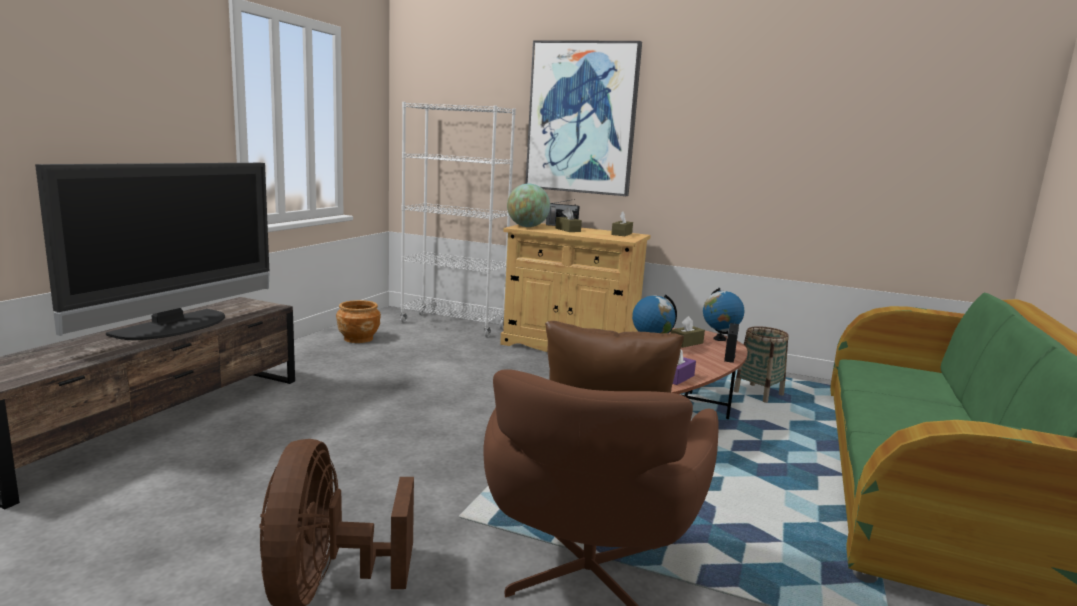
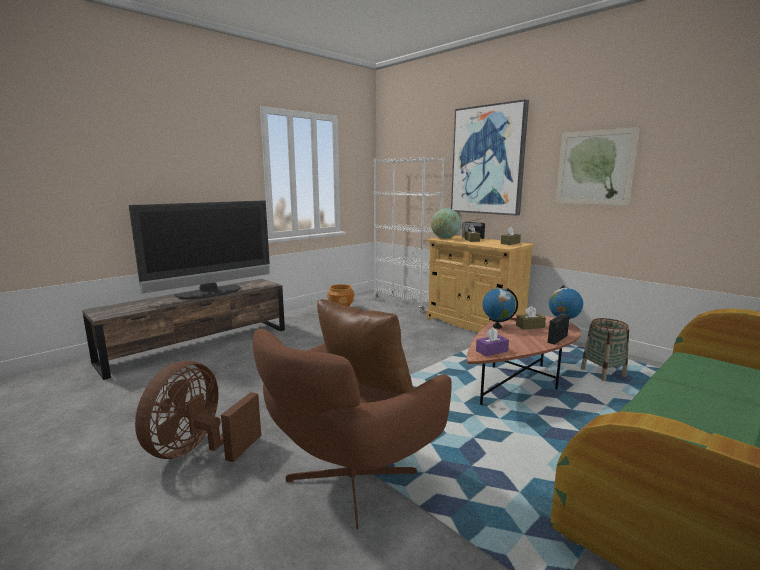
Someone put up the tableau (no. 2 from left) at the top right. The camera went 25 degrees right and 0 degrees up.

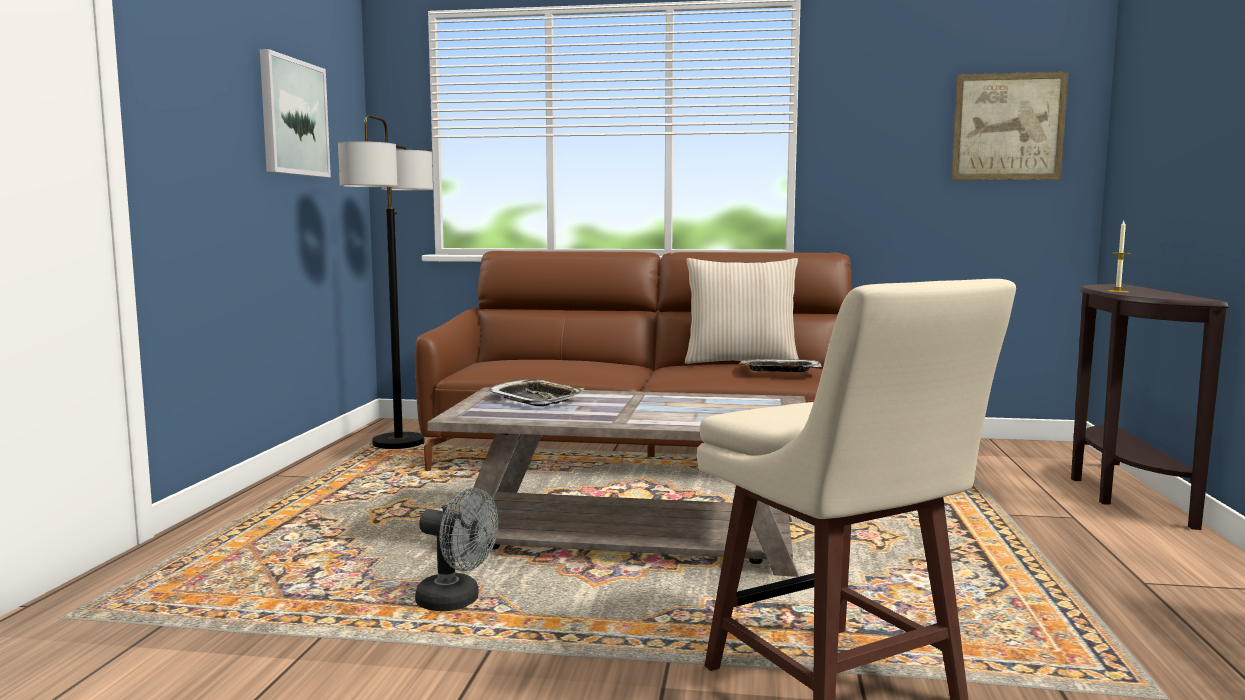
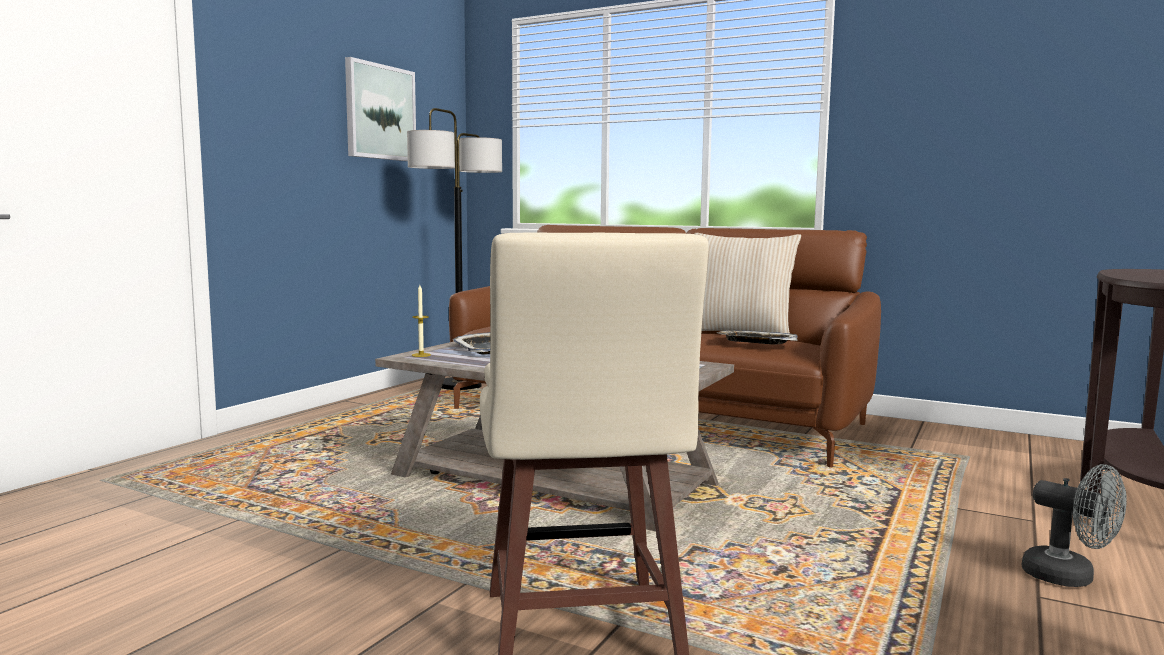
Someone carried the ventilateur [gris] from the bottom centre to the bottom right. Someone took away the tableau (no. 2 from left) at the top right. Someone carried the bougie from the middle right to the centre. The camera went 20 degrees right and 0 degrees up.

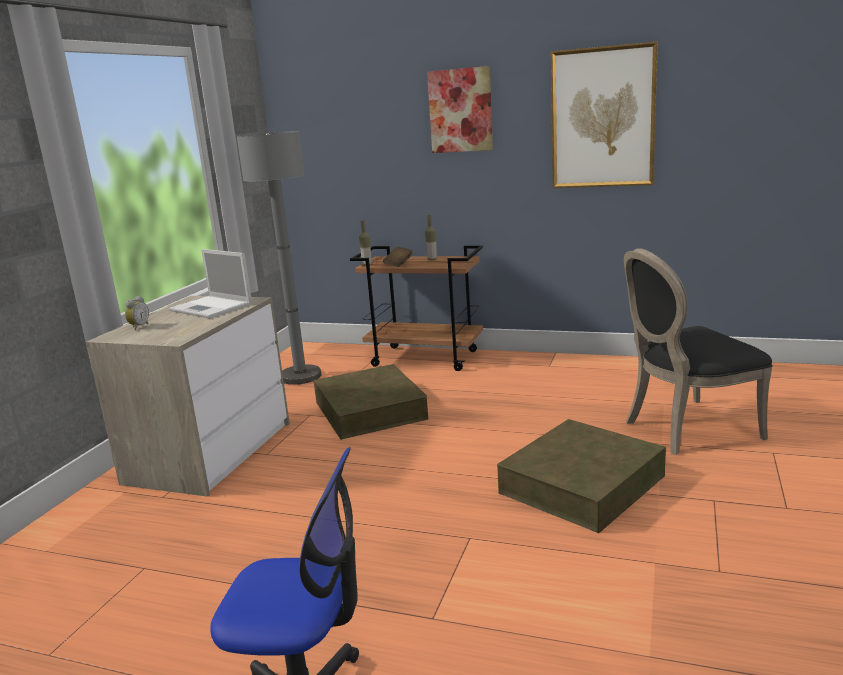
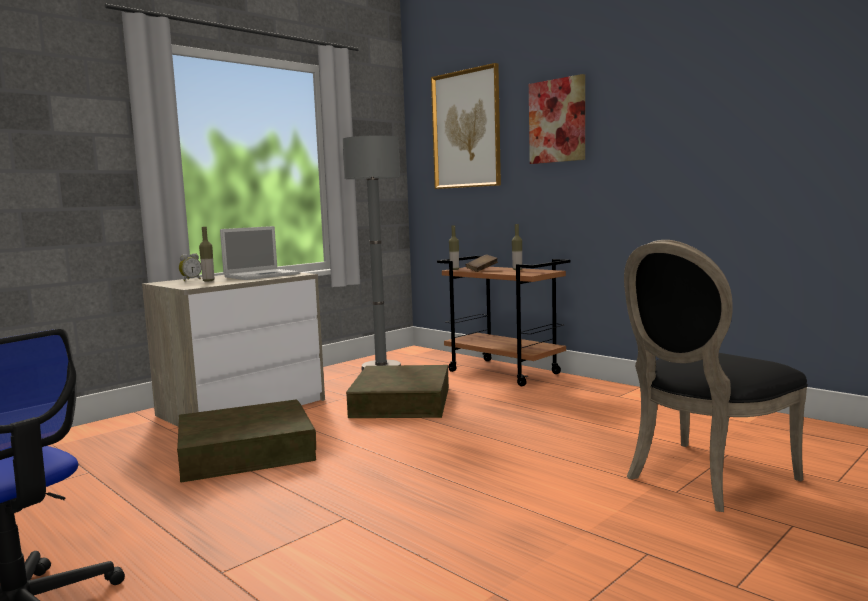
Someone rotated the ordinateur portable at the middle left by 105 degrees counterclockwise. Someone carried the boîte de rangement [marron] (no. 2 from left in the first image) from the bottom right to the bottom left. Someone carried the tableau (no. 2 from left in the first image) from the top right to the top centre. Someone rotated the chaise [noir] at the middle right by 45 degrees counterclockwise. Someone put down the bouteille (no. 1 from left) at the middle left. The camera went 25 degrees right and 10 degrees down.

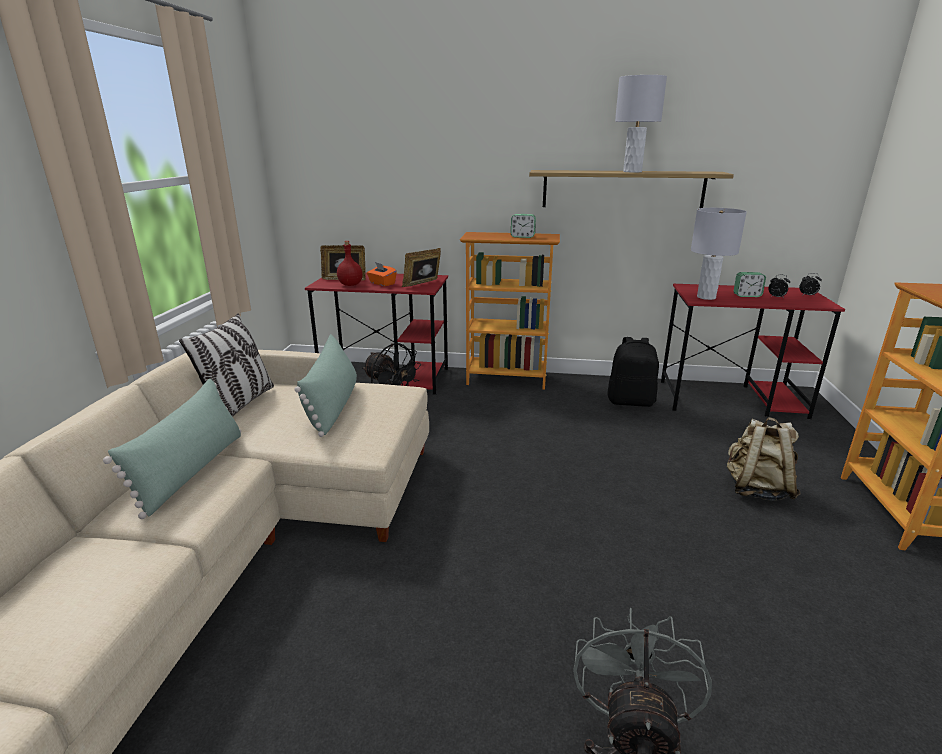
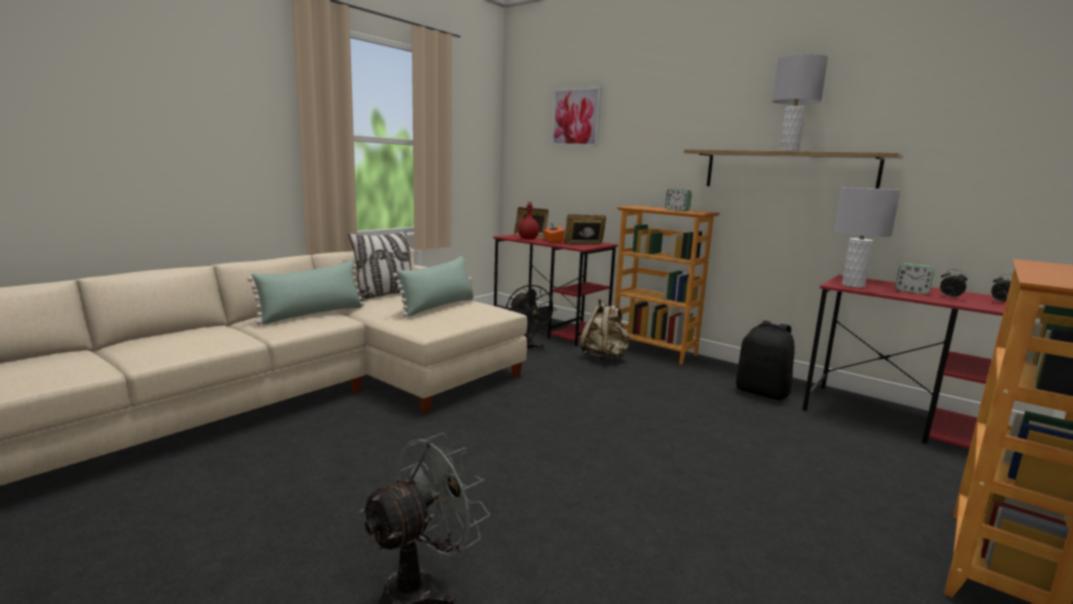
Someone carried the sac à dos [beige] from the middle right to the centre. Someone put up the tableau at the top centre. The camera went 30 degrees right and 10 degrees down.

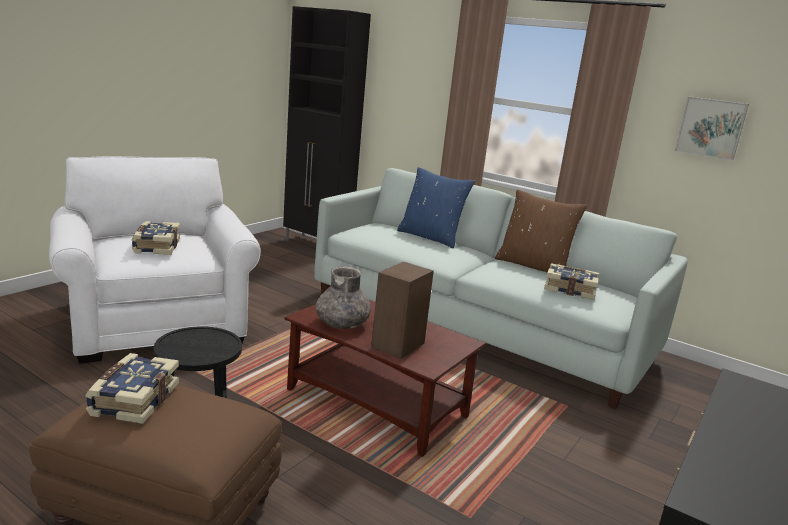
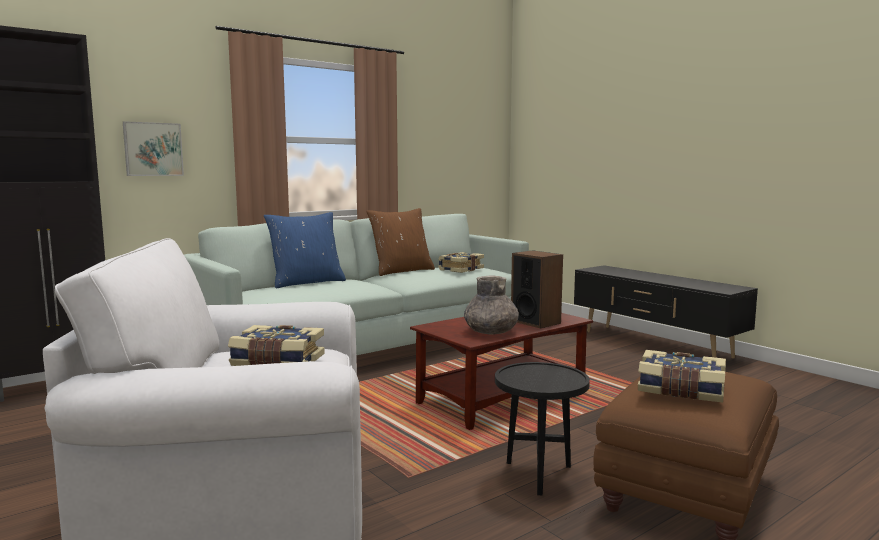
Someone carried the tableau from the top right to the top left. The camera went 70 degrees left and 10 degrees down.

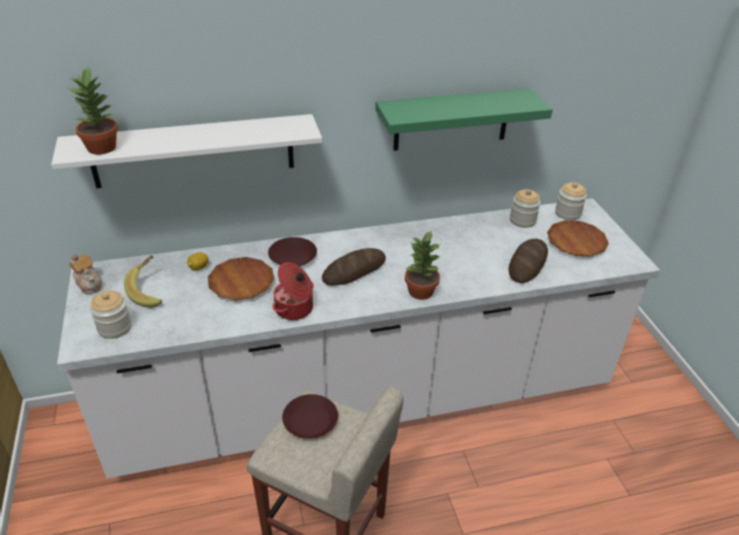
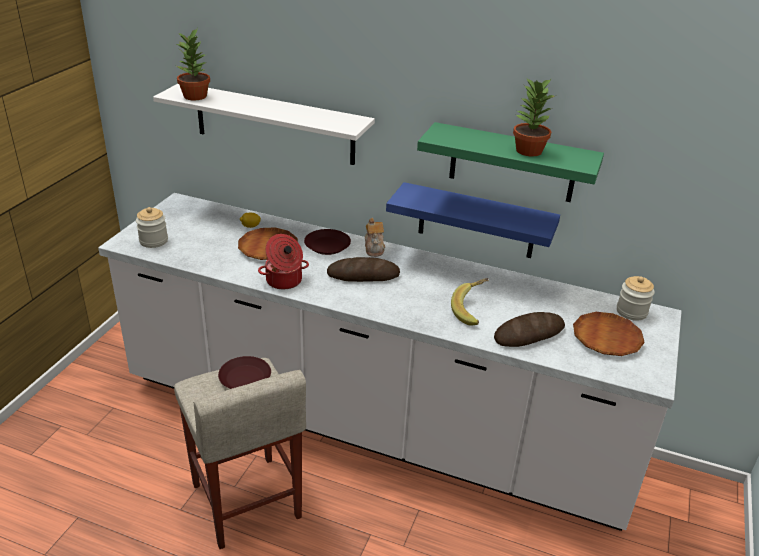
Someone carried the théière from the middle left to the centre. Someone carried the banane from the middle left to the centre. Someone carried the plante en pot (no. 2 from left) from the centre to the top right. Someone took away the bocal (no. 2 from left) at the middle right. Someone put up the étagère [bleu] at the centre. The camera went 35 degrees right and 5 degrees down.

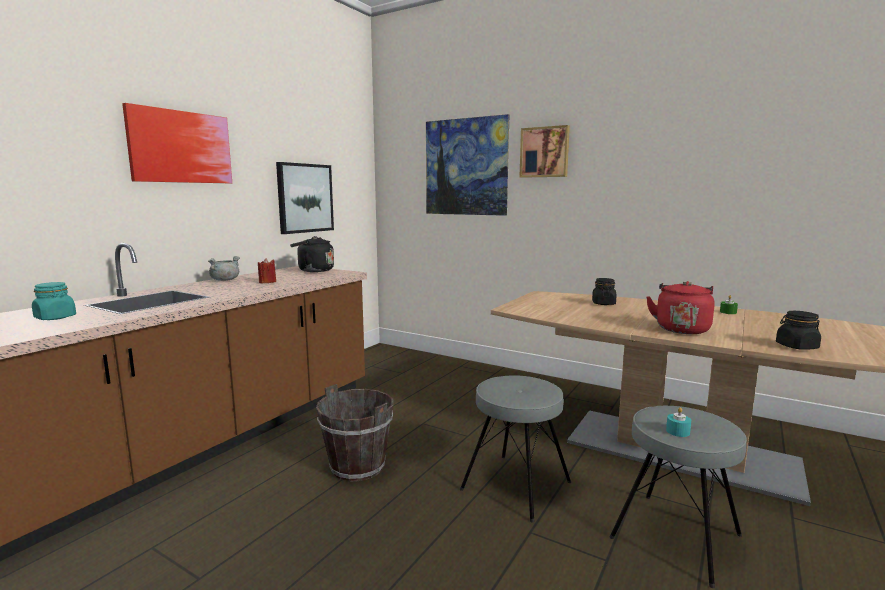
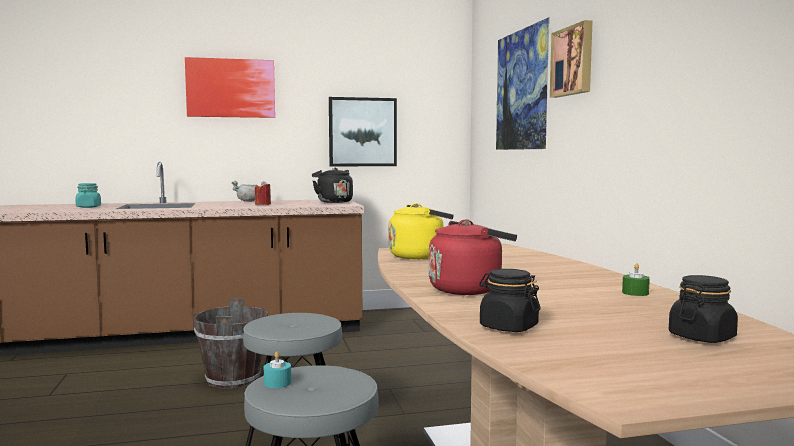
Someone carried the bocal [noir] (no. 1 from left in the first image) from the middle right to the bottom right. Someone put down the bouilloire [jaune] at the centre. The camera went 45 degrees right and 5 degrees down.

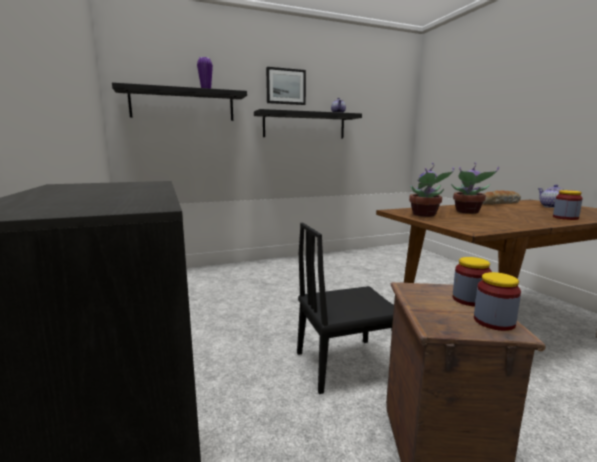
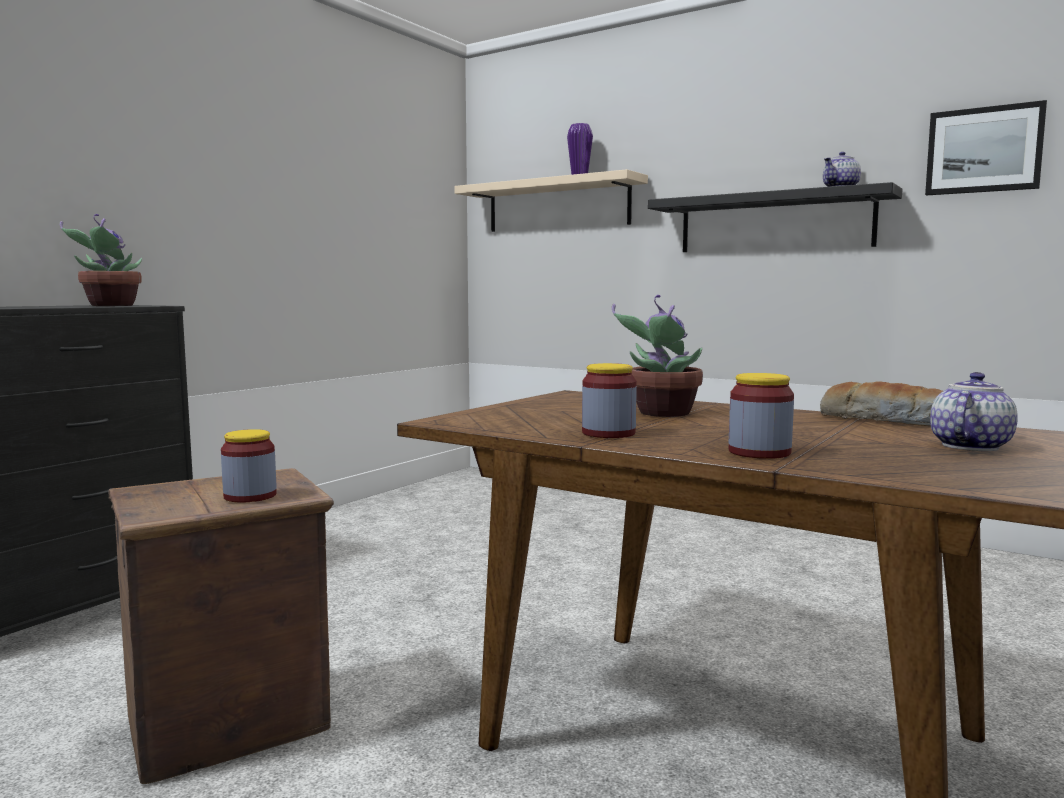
Someone repainted the étagère [noir] (no. 1 from left) at the top left, which became the étagère [beige] at the top centre. Someone carried the tableau from the top centre to the top right. Someone took away the chaise [noir] at the bottom centre. Someone carried the plante en pot (no. 1 from left) from the middle right to the top left. Someone carried the bocal (no. 2 from left) from the middle right to the centre. The camera went 55 degrees right and 5 degrees down.

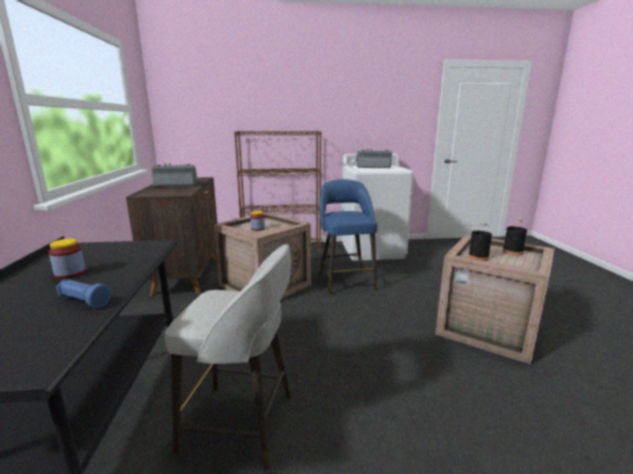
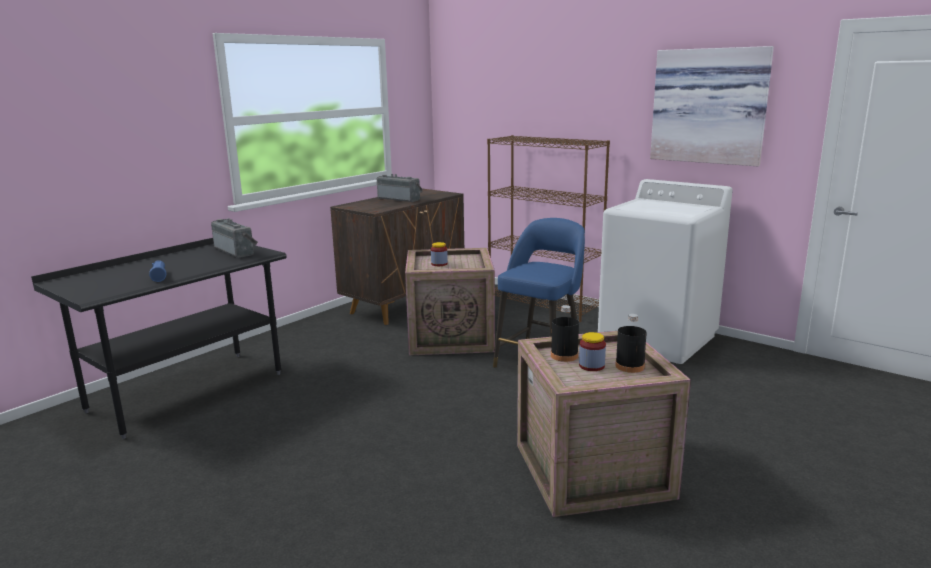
Someone carried the bocal (no. 1 from left in the first image) from the middle left to the centre. Someone took away the tabouret [gris] at the bottom centre. Someone carried the radio (no. 2 from left in the first image) from the centre to the middle left. Someone put up the tableau at the top right. The camera went 45 degrees right and 0 degrees up.

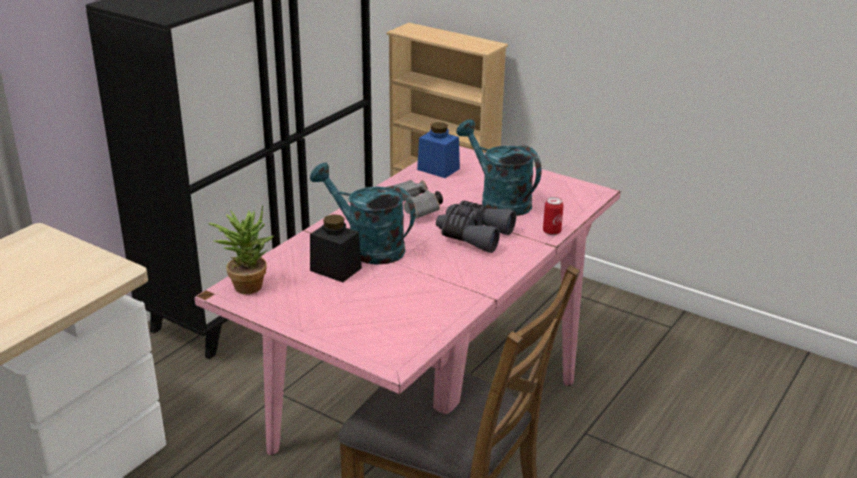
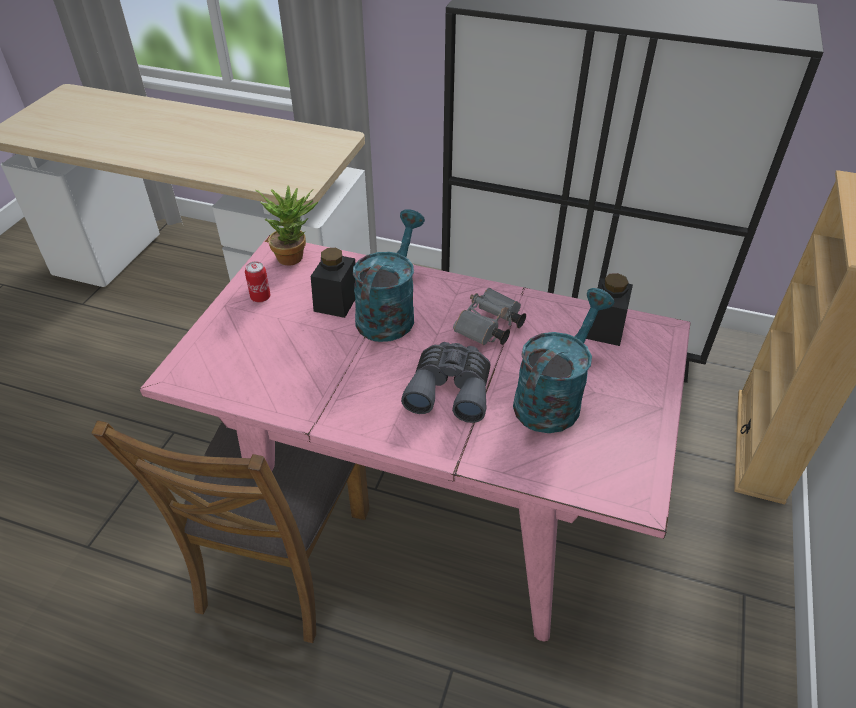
Someone repainted the bocal [bleu] at the top centre, which became the bocal [noir] (no. 2 from left) at the middle right. Someone carried the boîte métallique from the centre to the middle left. The camera went 75 degrees right and 15 degrees up.

